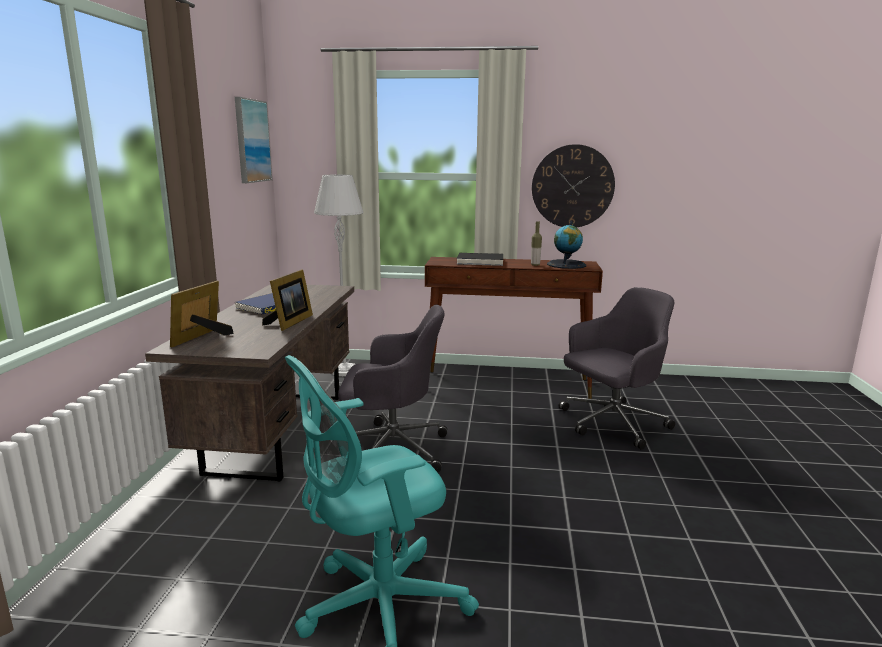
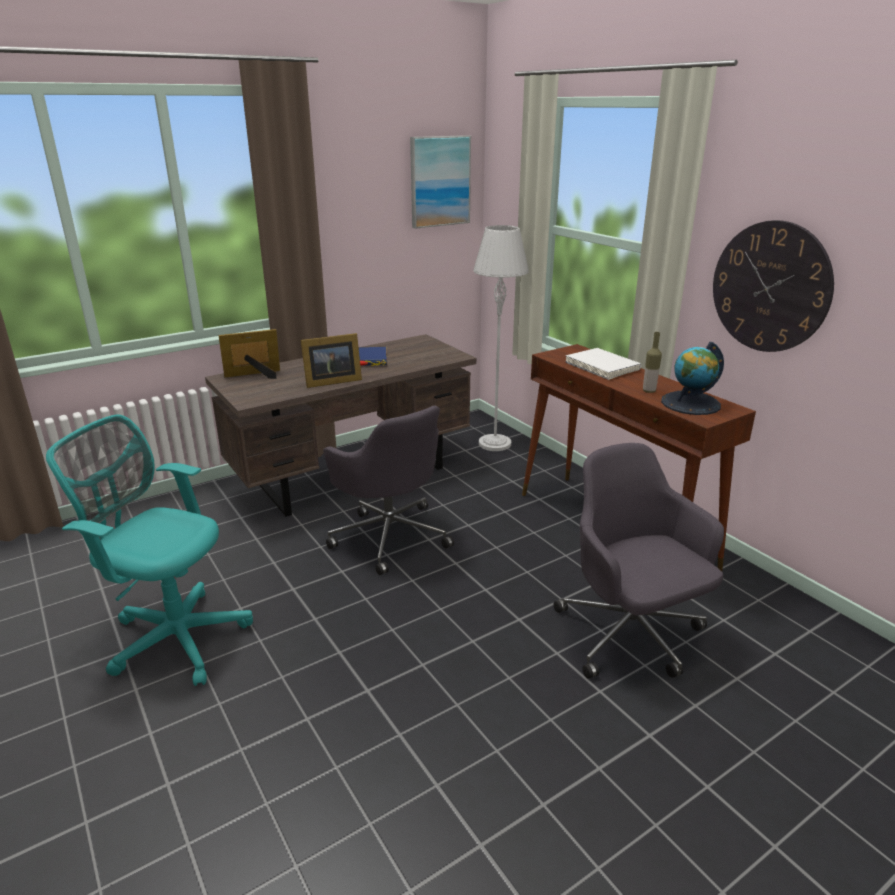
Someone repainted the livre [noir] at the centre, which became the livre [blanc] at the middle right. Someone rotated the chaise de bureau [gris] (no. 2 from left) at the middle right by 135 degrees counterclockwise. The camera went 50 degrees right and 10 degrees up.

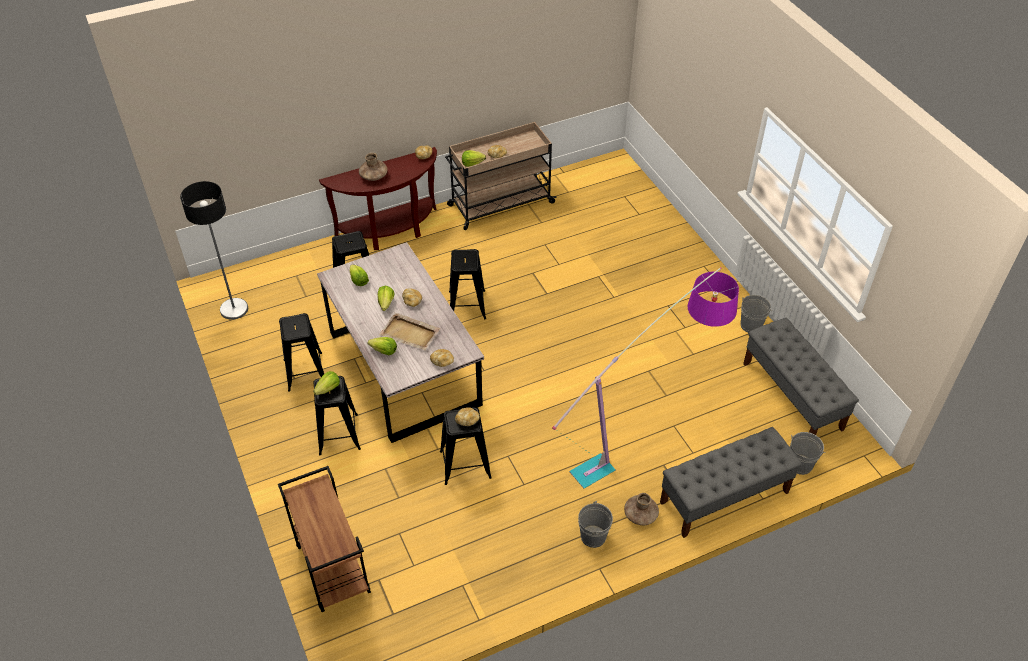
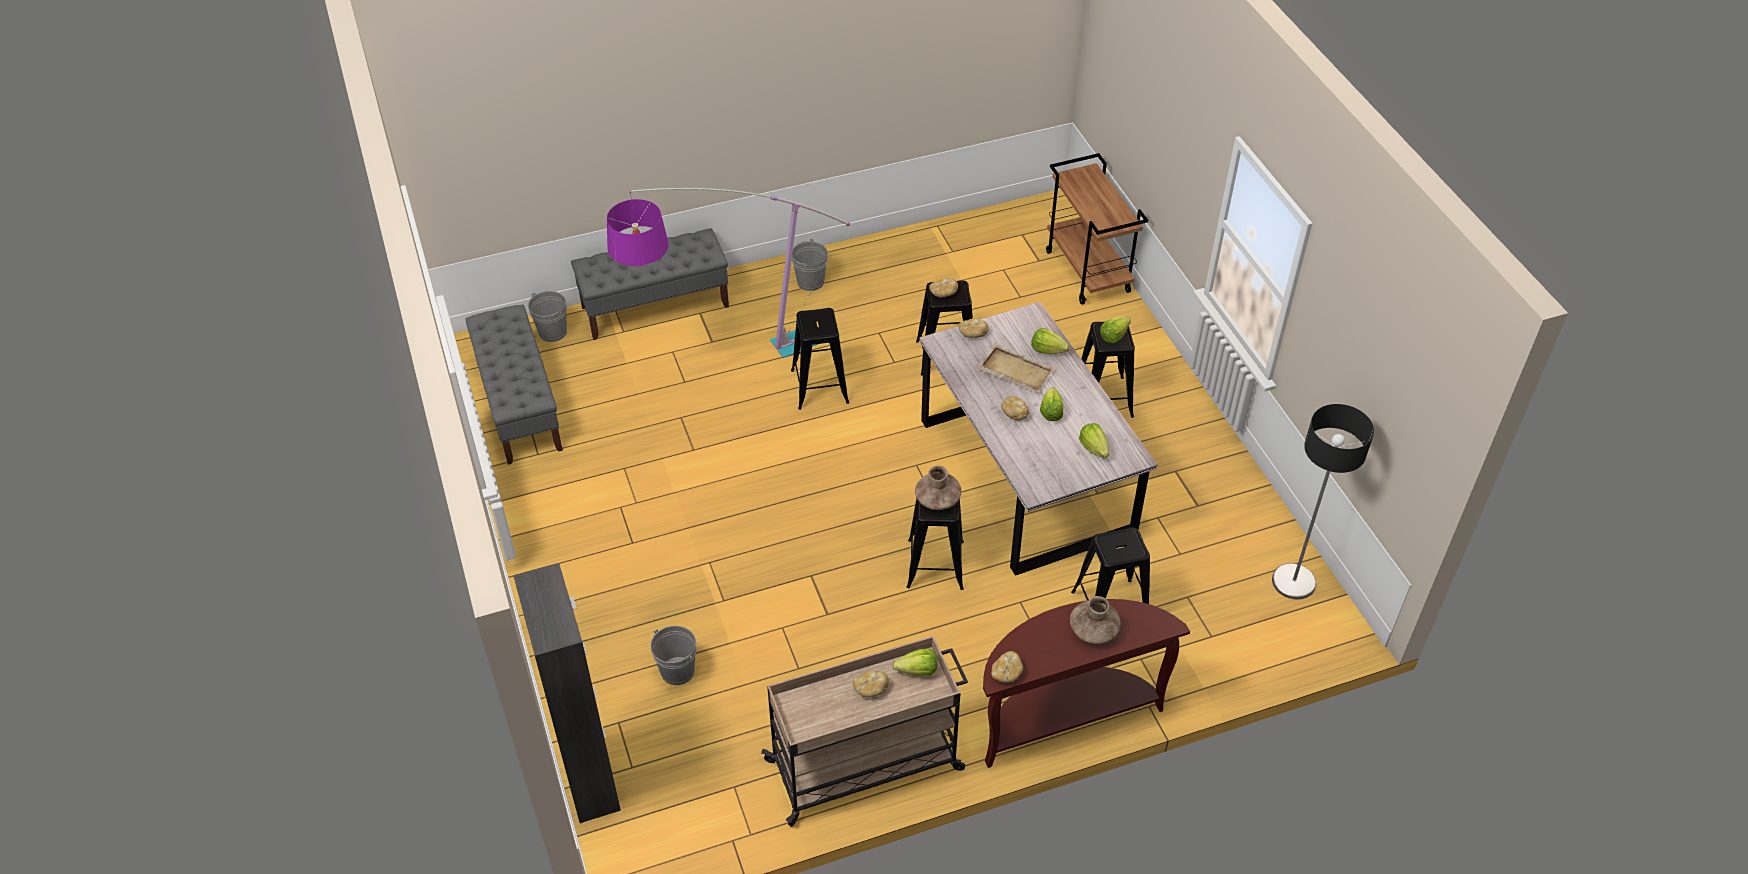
Someone carried the tabouret [noir] (no. 1 from left) from the middle left to the centre. Someone carried the vase [marron] (no. 2 from left in the first image) from the bottom centre to the centre. Someone carried the seau [gris] (no. 2 from left) from the middle right to the bottom centre. Someone put down the meuble de rangement [noir] at the bottom left. The camera went 175 degrees left and 0 degrees up.

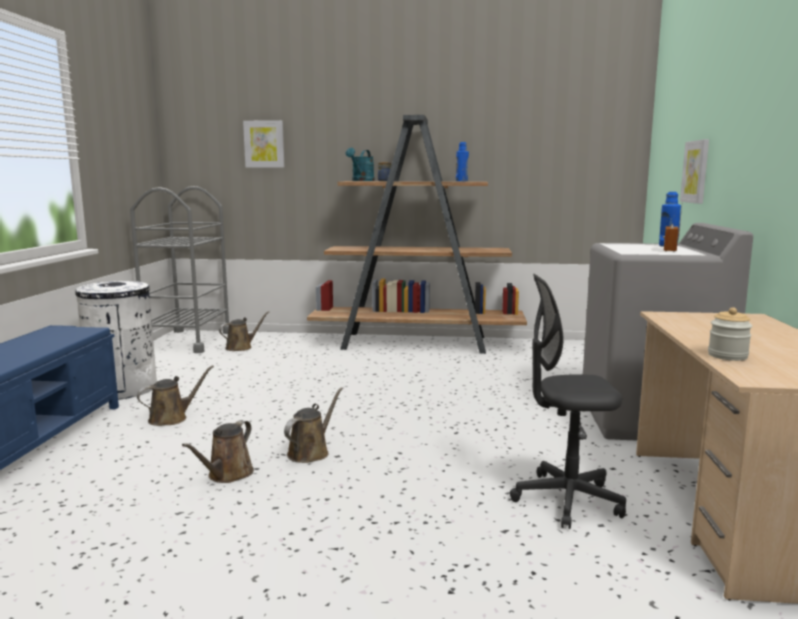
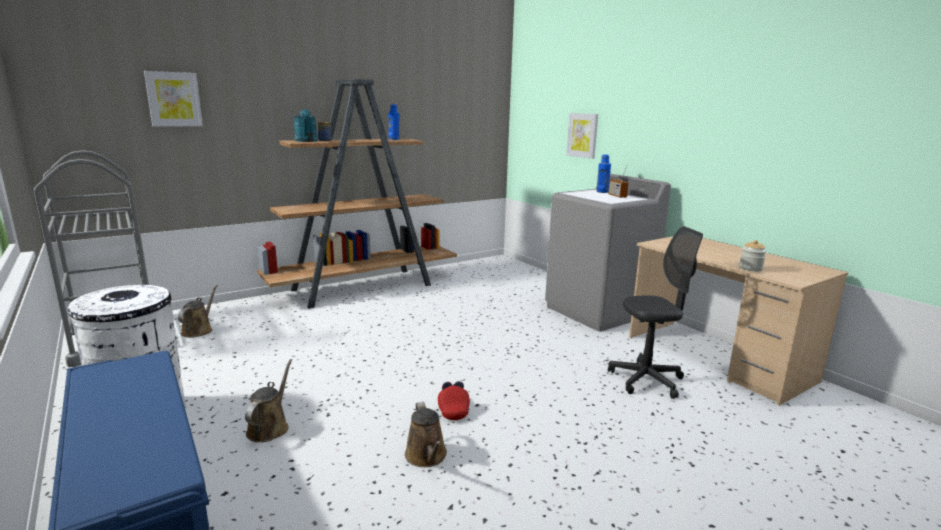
Someone swapped the arrosoir [marron] (no. 4 from left) at the bottom centre for the casquette [rouge] at the bottom centre. Someone rotated the chaise de bureau [gris] at the middle right by 150 degrees counterclockwise. The camera went 40 degrees left and 5 degrees up.

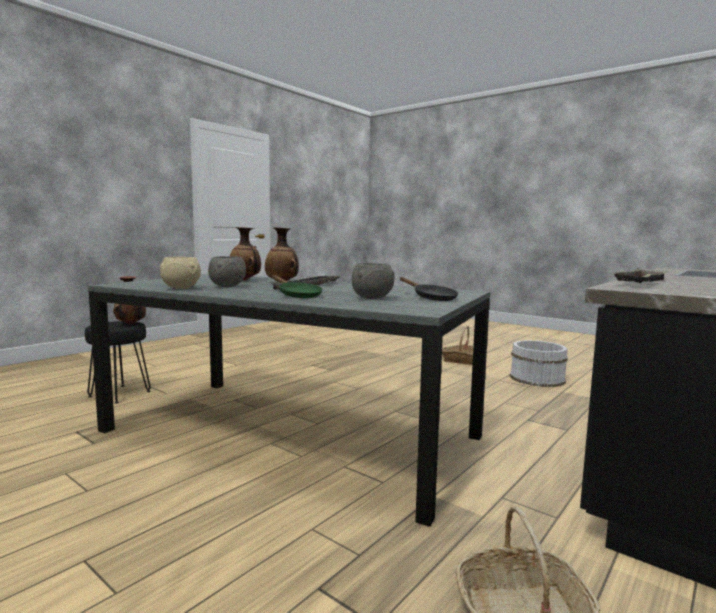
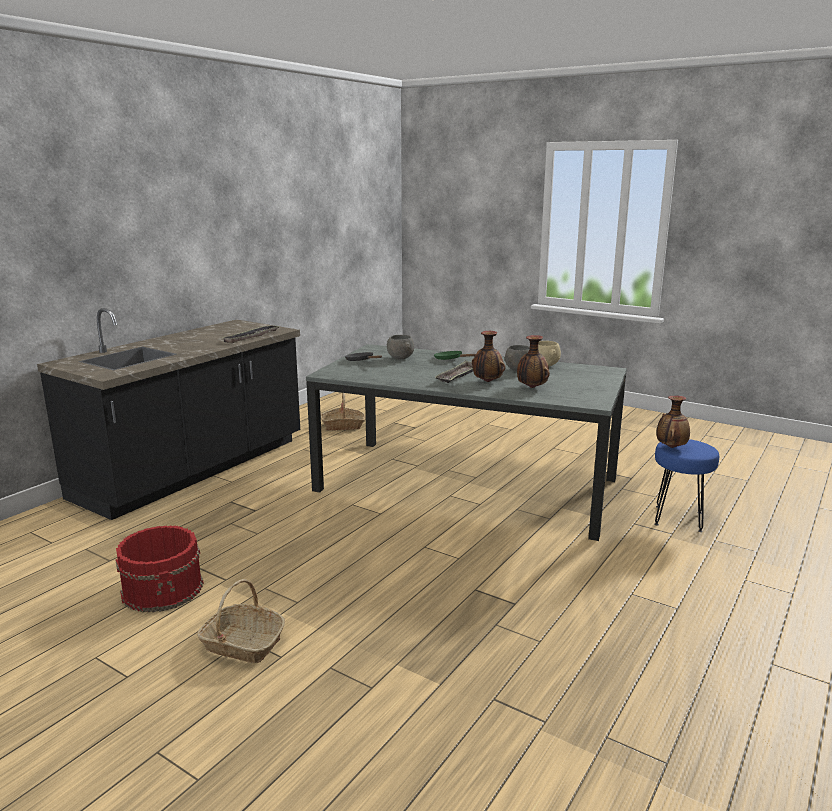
Someone repainted the tabouret [noir] at the middle left, which became the tabouret [bleu] at the middle right. Someone repainted the seau [blanc] at the middle right, which became the seau [rouge] at the bottom left. The camera went 175 degrees right and 10 degrees up.

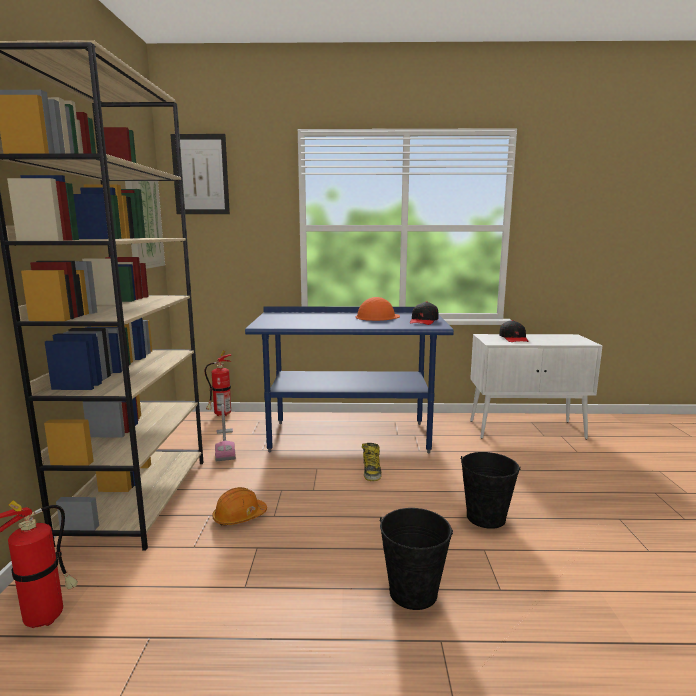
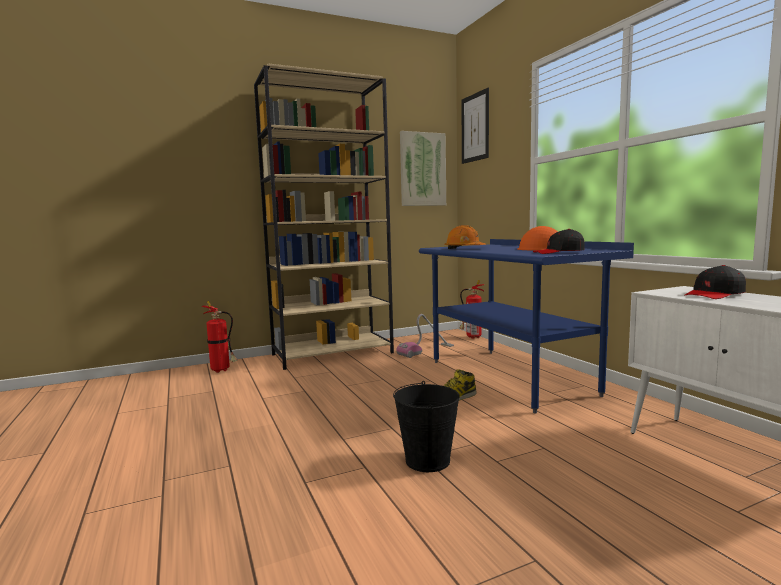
Someone carried the casque de chantier [orange] (no. 1 from left) from the bottom centre to the centre. Someone took away the seau [noir] (no. 1 from left) at the bottom centre. The camera went 65 degrees right and 5 degrees down.

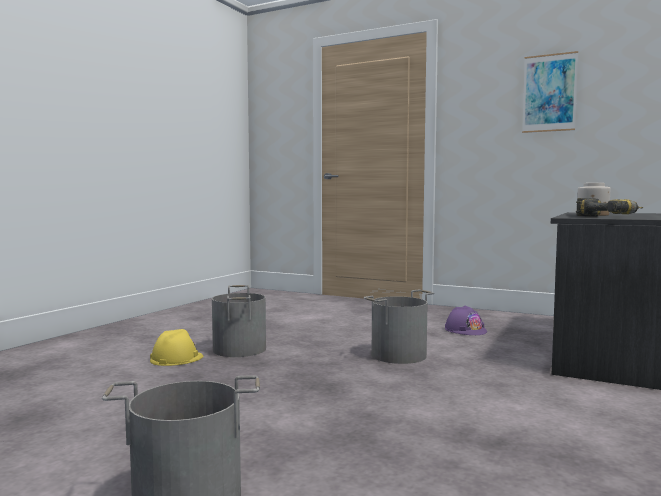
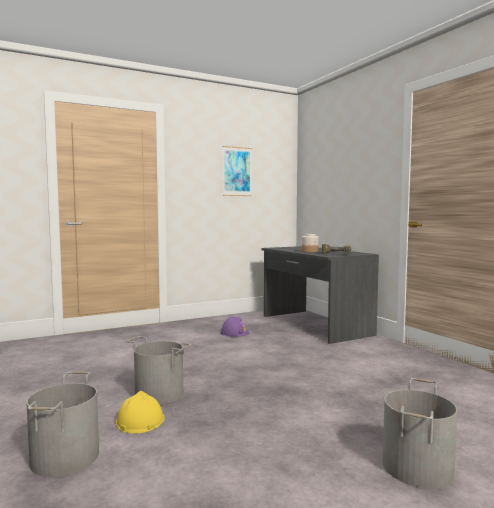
Someone carried the seau [gris] (no. 3 from left in the first image) from the centre to the bottom left. The camera went 55 degrees left and 0 degrees up.

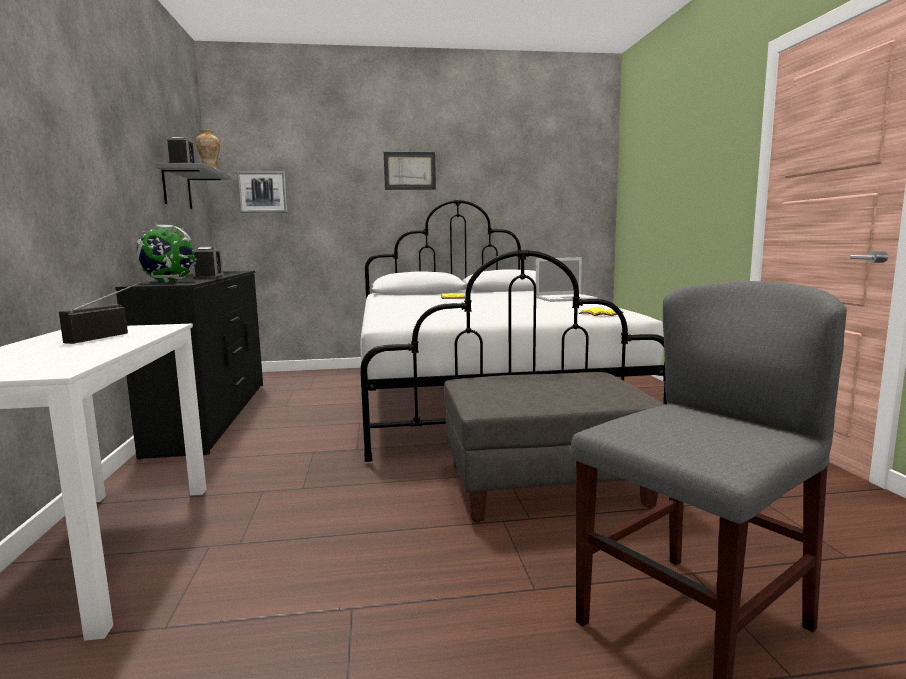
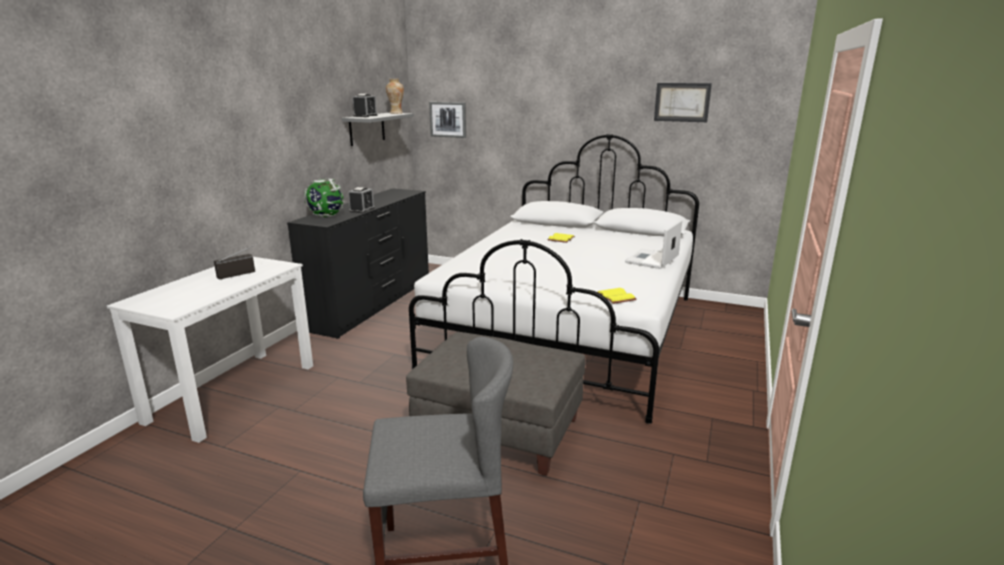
Someone carried the tableau (no. 2 from left) from the top centre to the top right. Someone rotated the ordinateur portable at the centre by 105 degrees clockwise. The camera went 30 degrees right and 10 degrees up.

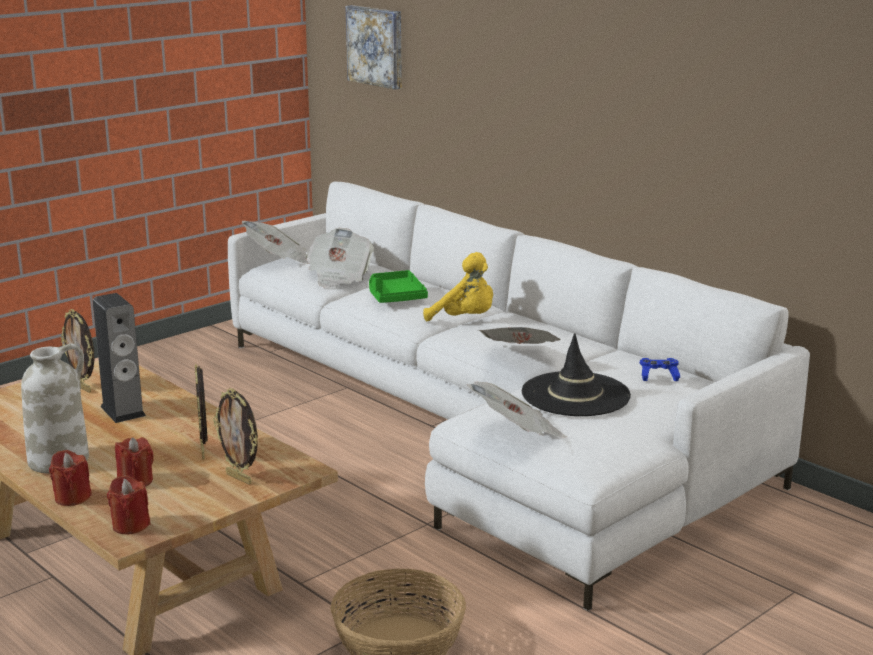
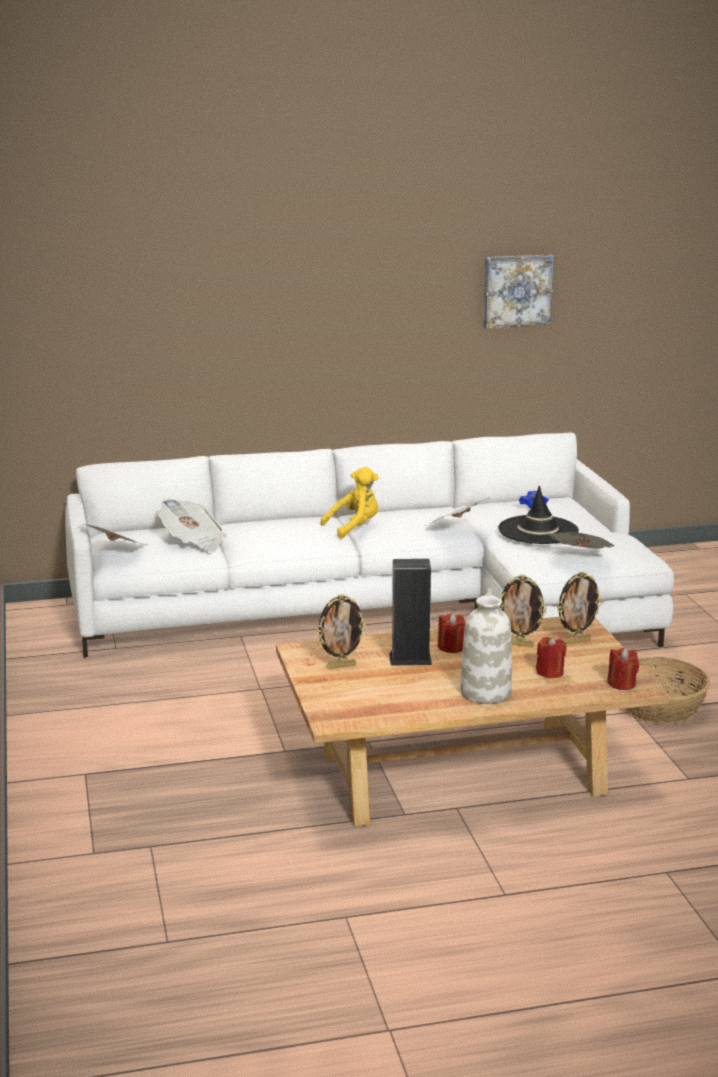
Someone carried the bougie [rouge] (no. 1 from left) from the bottom left to the centre. Someone carried the tableau from the top centre to the top right. Someone took away the plateau [vert] at the centre. The camera went 60 degrees left and 0 degrees up.

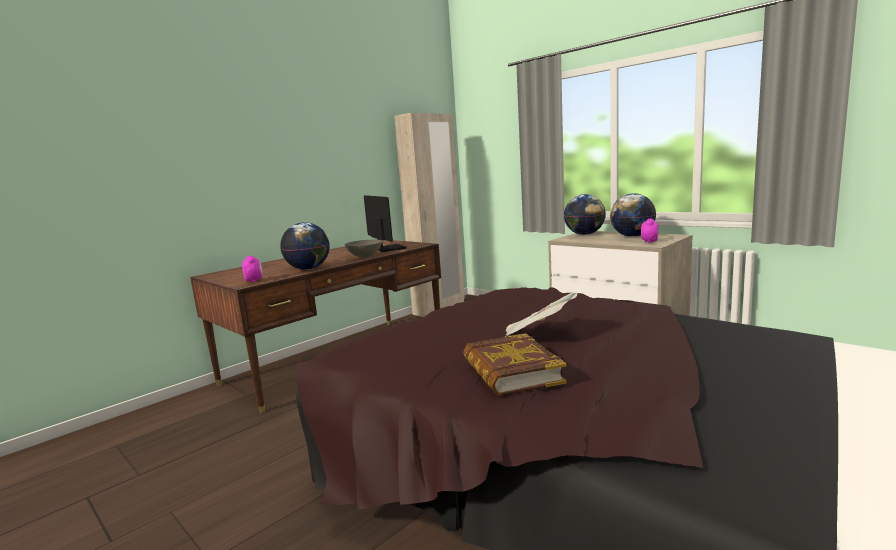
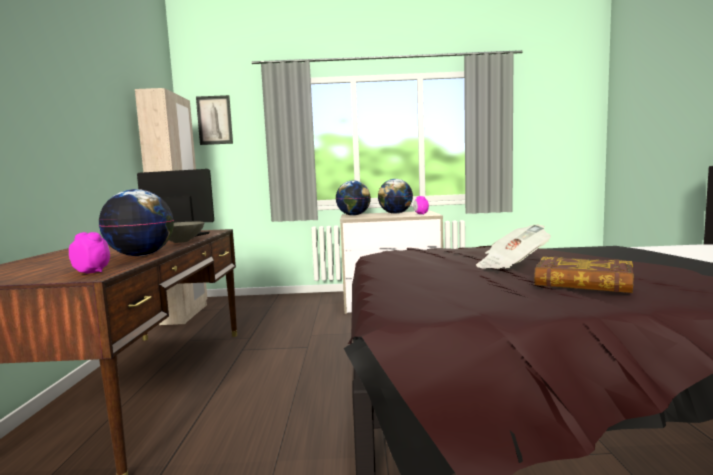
Someone put up the tableau at the top left. The camera went 45 degrees left and 5 degrees down.

